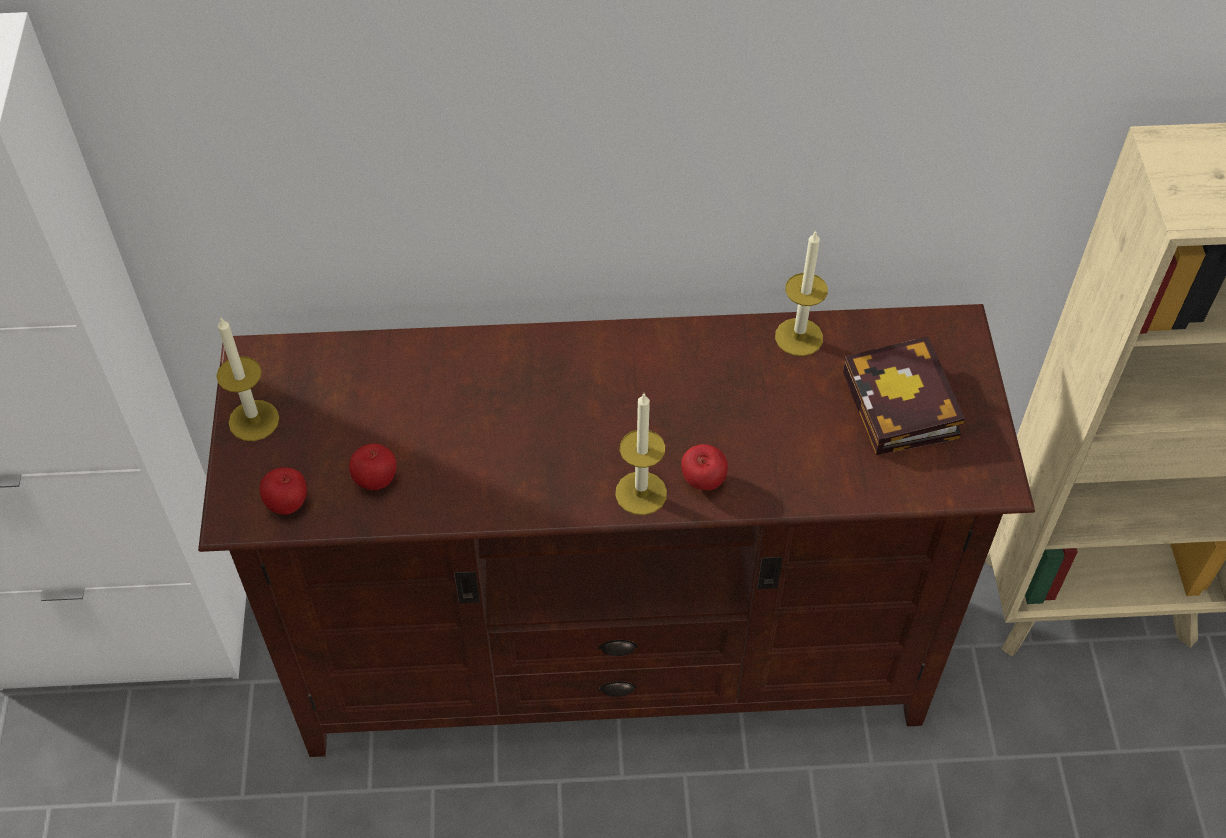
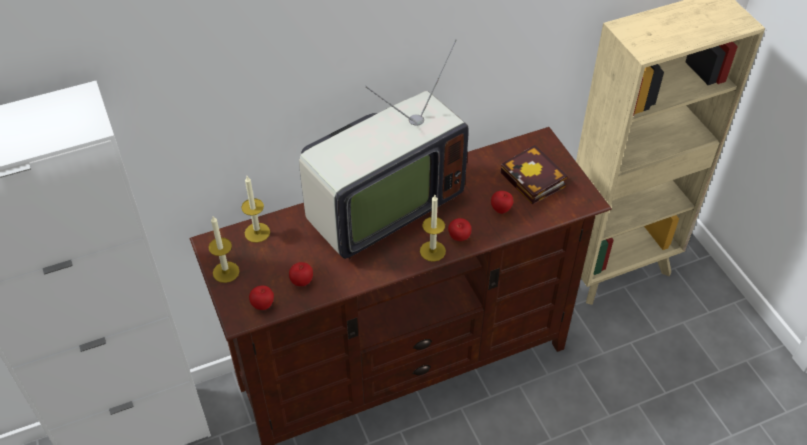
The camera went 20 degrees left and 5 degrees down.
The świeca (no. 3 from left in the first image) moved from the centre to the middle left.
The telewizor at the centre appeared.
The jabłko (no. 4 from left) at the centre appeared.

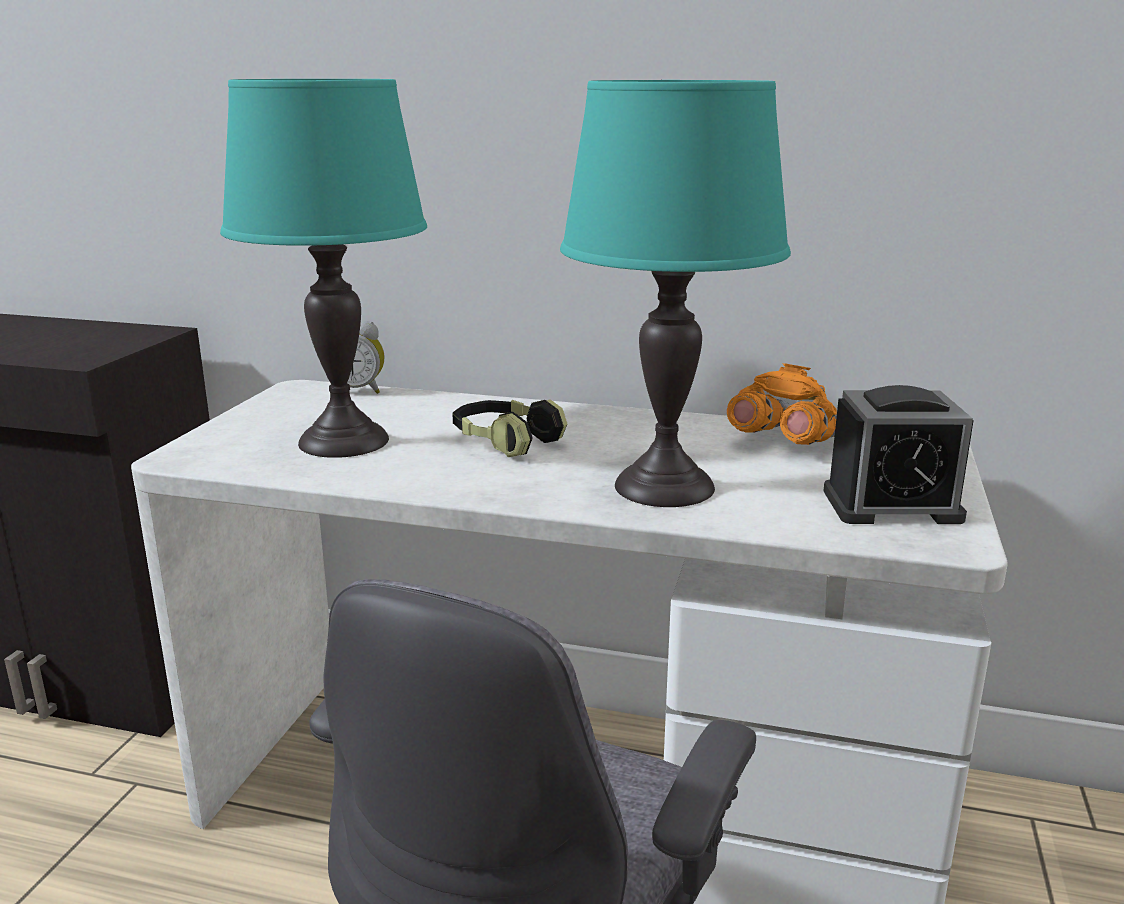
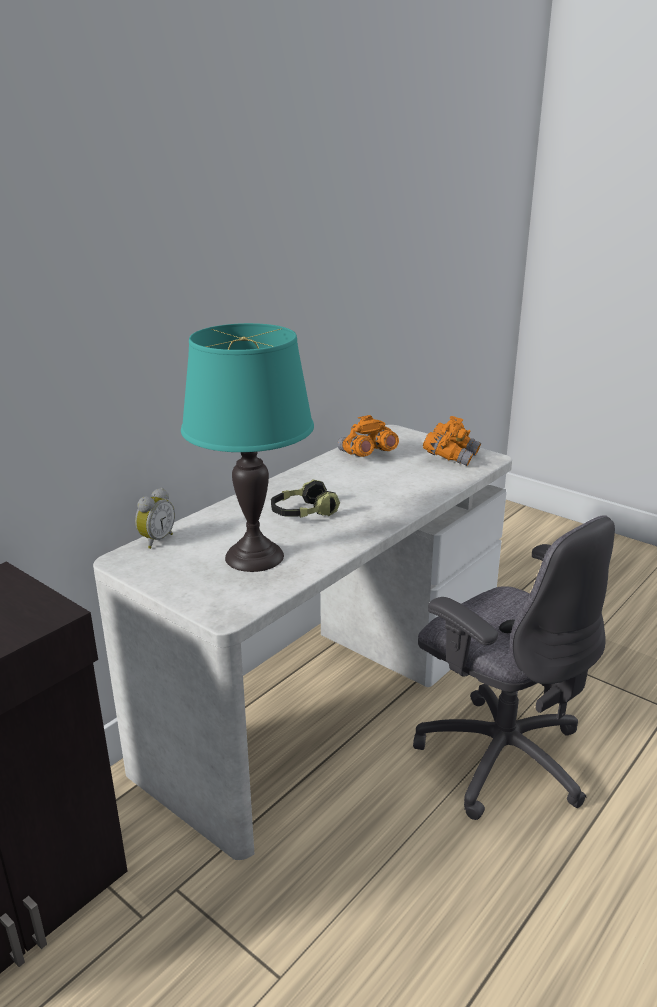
The camera went 65 degrees left and 5 degrees up.
The budzik (no. 2 from left) at the middle right was replaced by the lornetka/pomarańczowy (no. 2 from left) at the middle right.
The lampa stołowa/turkusowy (no. 2 from left) at the top centre disappeared.

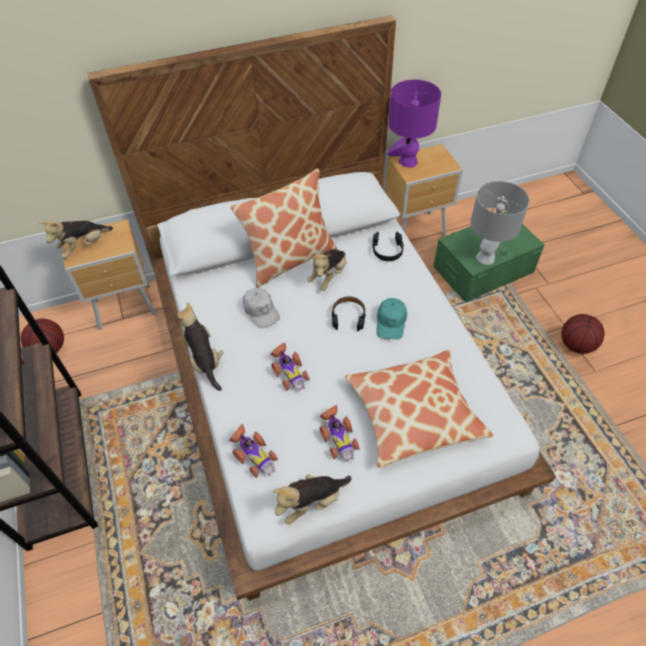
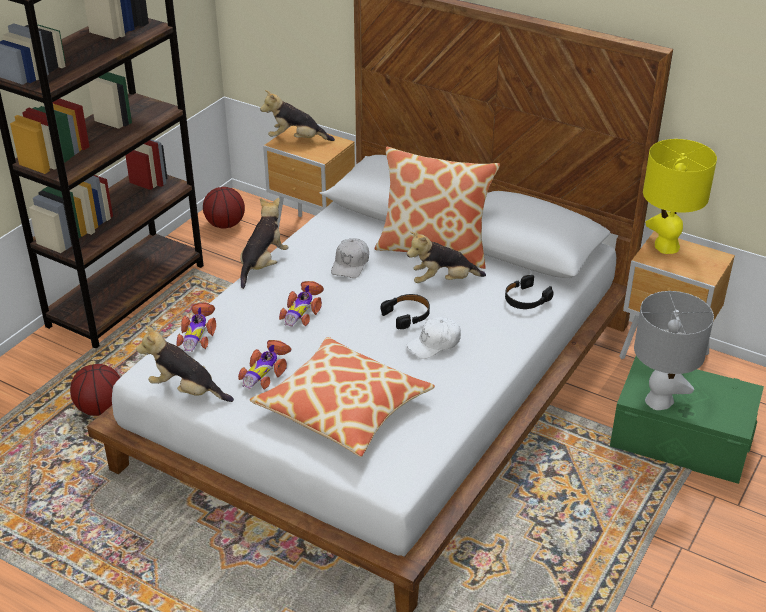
The camera went 50 degrees right and 15 degrees down.
The piłka do koszykówki (no. 2 from left in the first image) moved from the middle right to the middle left.
The czapka z daszkiem/turkusowy at the centre became the czapka z daszkiem/biały (no. 2 from left) at the centre.
The lampa stołowa/fioletowy at the top centre became the lampa stołowa/żółty at the top right.

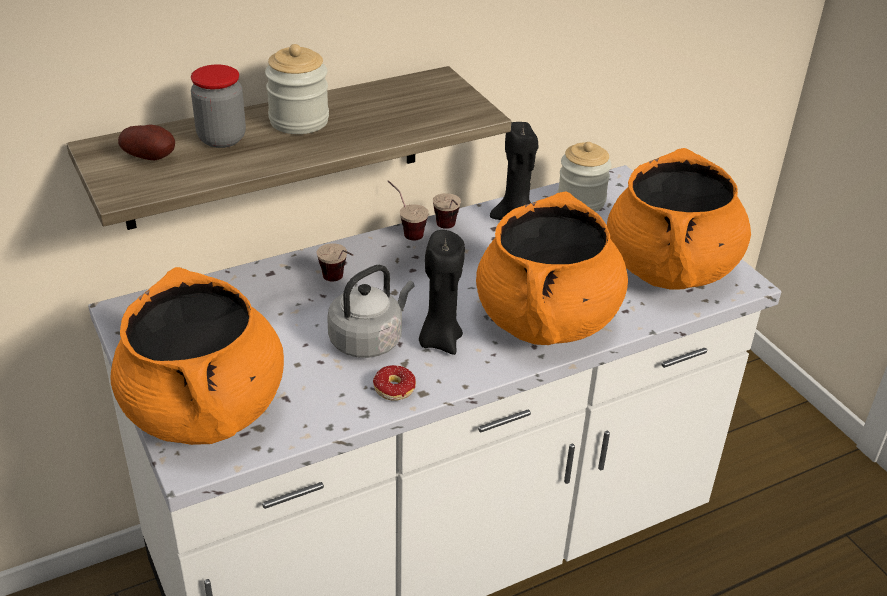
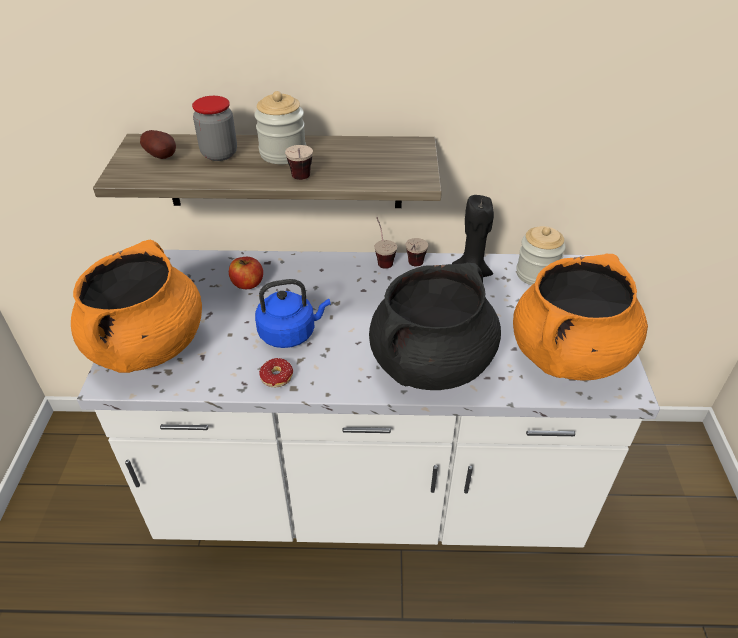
The camera went 30 degrees right and 5 degrees up.
The jabłko at the centre appeared.
The czajnik/szary at the centre became the czajnik/niebieski at the centre.
The filiżanka (no. 1 from left) moved from the centre to the top centre.
The garnek/pomarańczowy (no. 2 from left) at the centre became the garnek/czarny at the centre.
The świeca/czarny (no. 1 from left) at the centre disappeared.

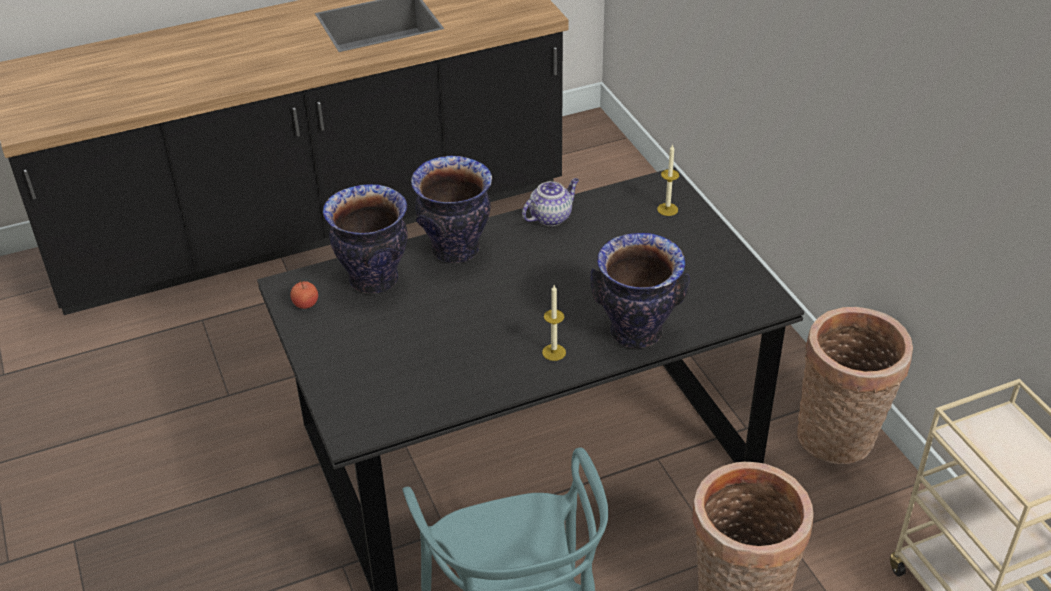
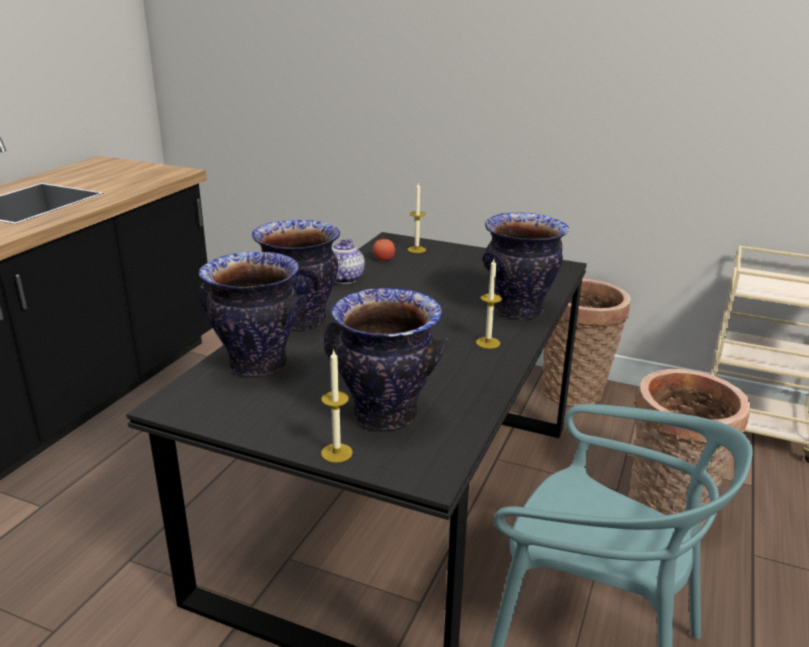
The camera went 45 degrees left and 15 degrees down.
The świeca (no. 1 from left) at the centre appeared.
The wazon (no. 3 from left) at the centre appeared.
The jabłko moved from the middle left to the centre.

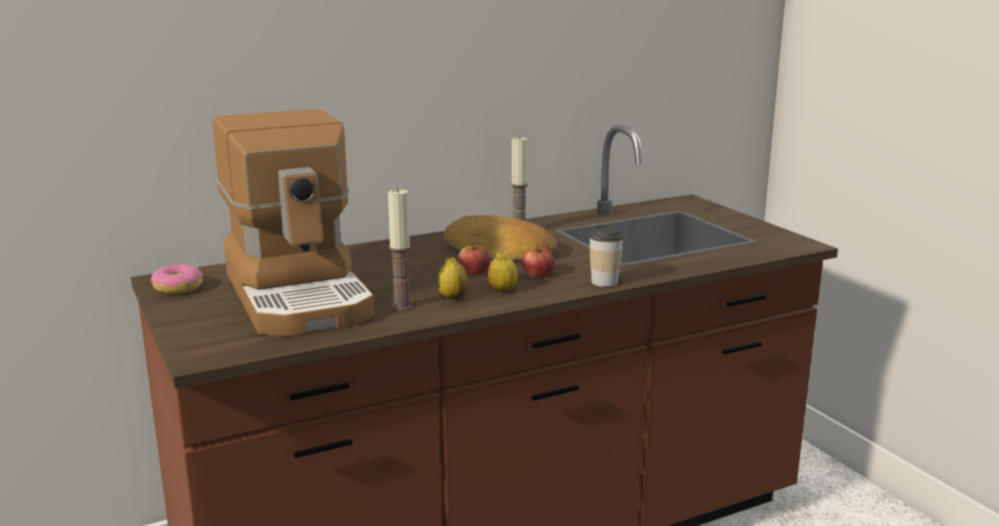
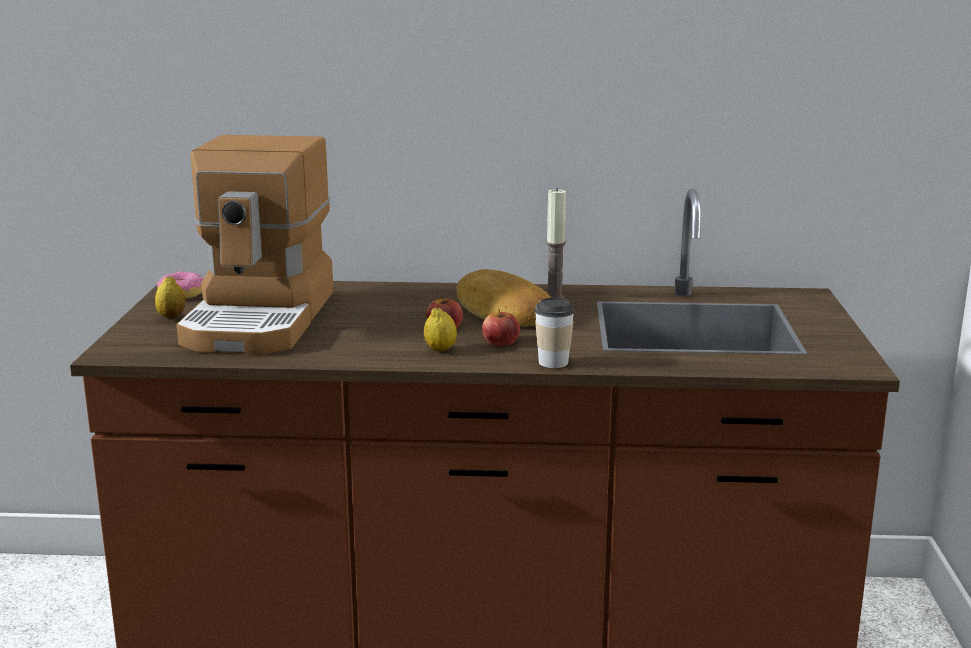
The camera went 30 degrees right and 0 degrees up.
The cytryna (no. 1 from left) moved from the centre to the middle left.
The świeca (no. 1 from left) at the centre disappeared.

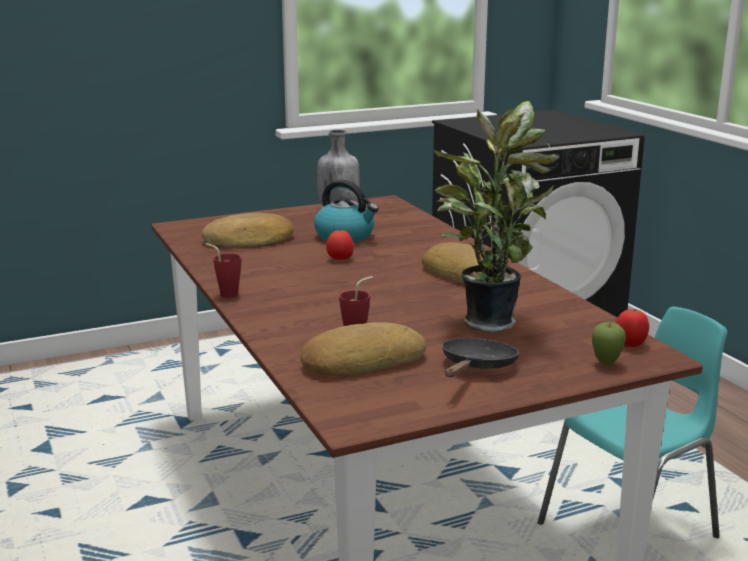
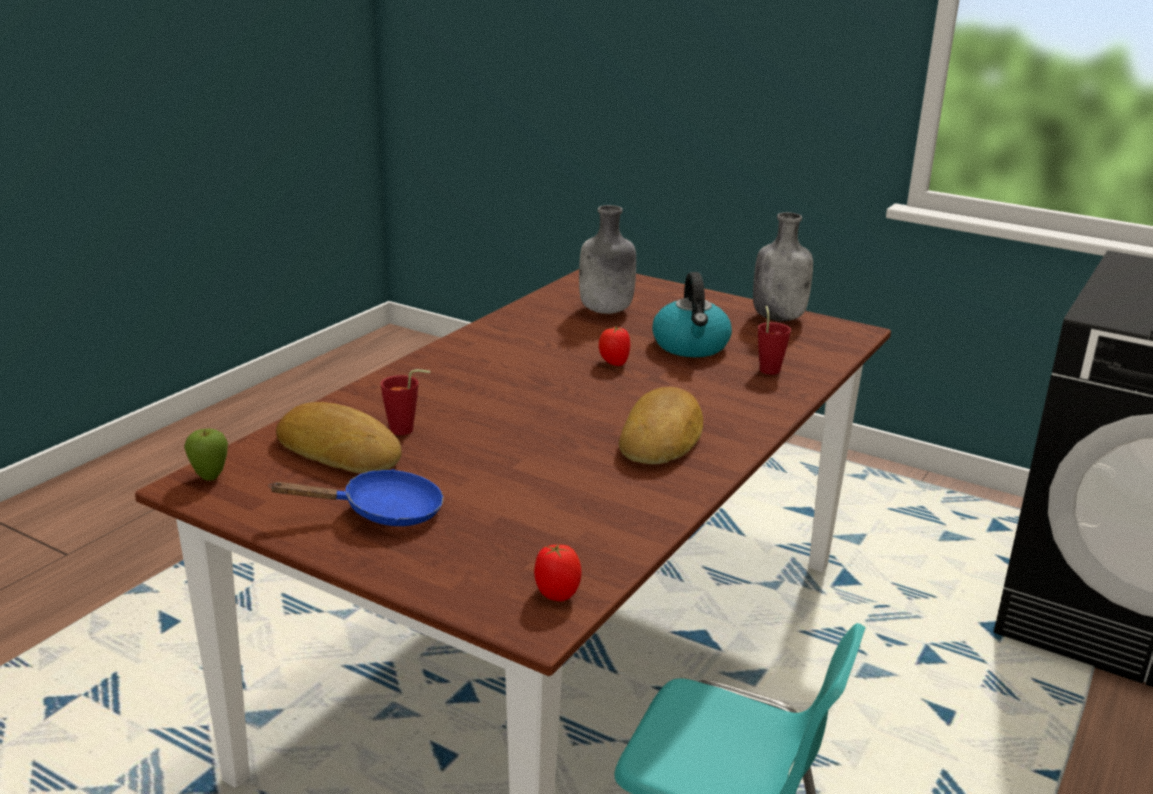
The camera went 55 degrees right and 5 degrees up.
The jabłko moved from the middle right to the middle left.
The patelnia/czarny at the centre became the patelnia/niebieski at the middle left.
The chleb (no. 1 from left) at the middle left was replaced by the butelka/szary (no. 1 from left) at the top centre.
The filiżanka/czerwony (no. 1 from left in the first image) moved from the middle left to the middle right.
The roślina doniczkowa at the centre disappeared.

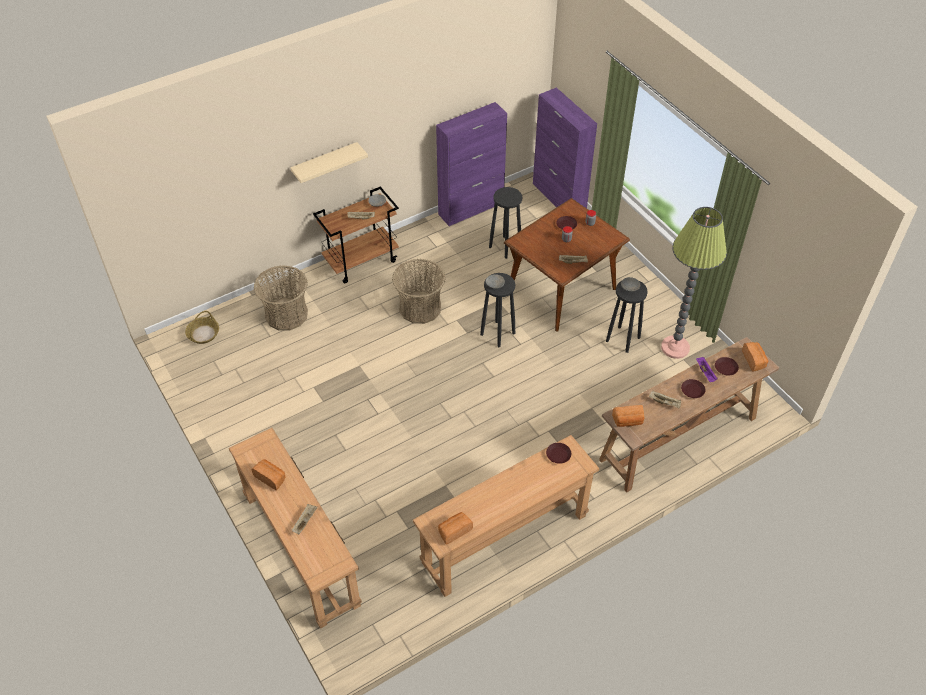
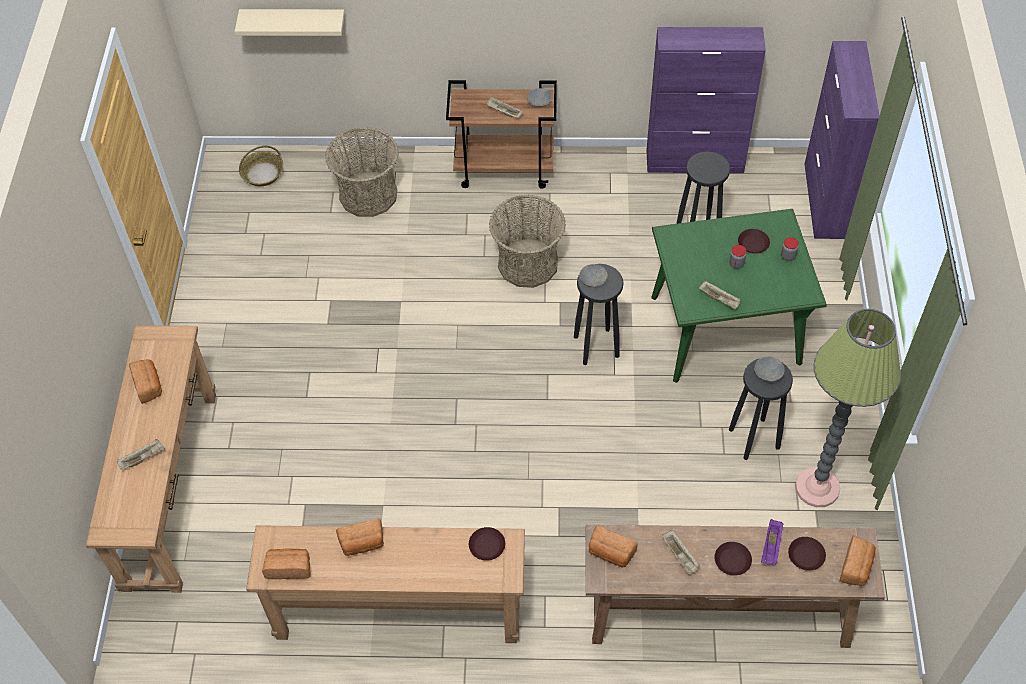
The camera went 35 degrees right and 5 degrees up.
The półka/beżowy moved from the top centre to the top left.
The chleb (no. 3 from left) at the bottom centre appeared.
The stół jadalny/brązowy at the centre became the stół jadalny/zielony at the middle right.

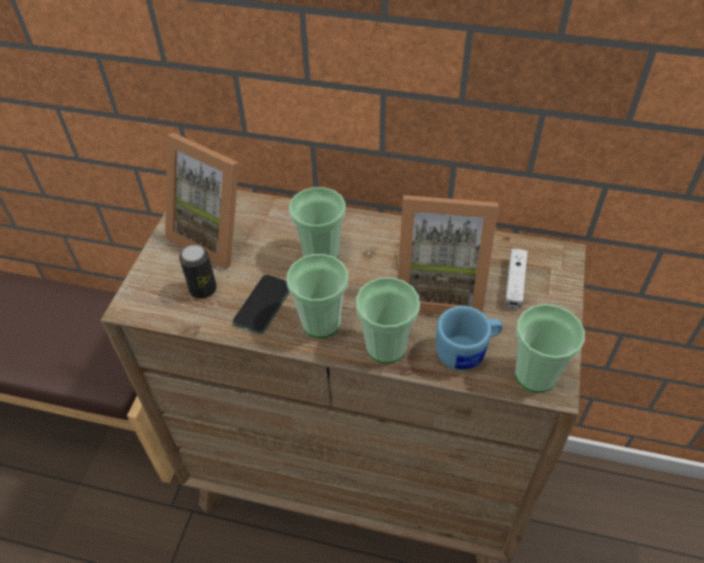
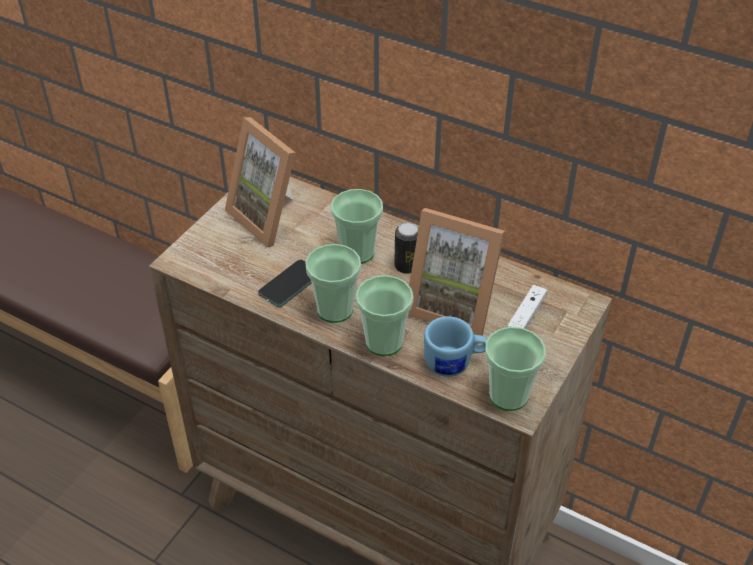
The camera went 15 degrees right and 5 degrees down.
The puszka moved from the middle left to the centre.

